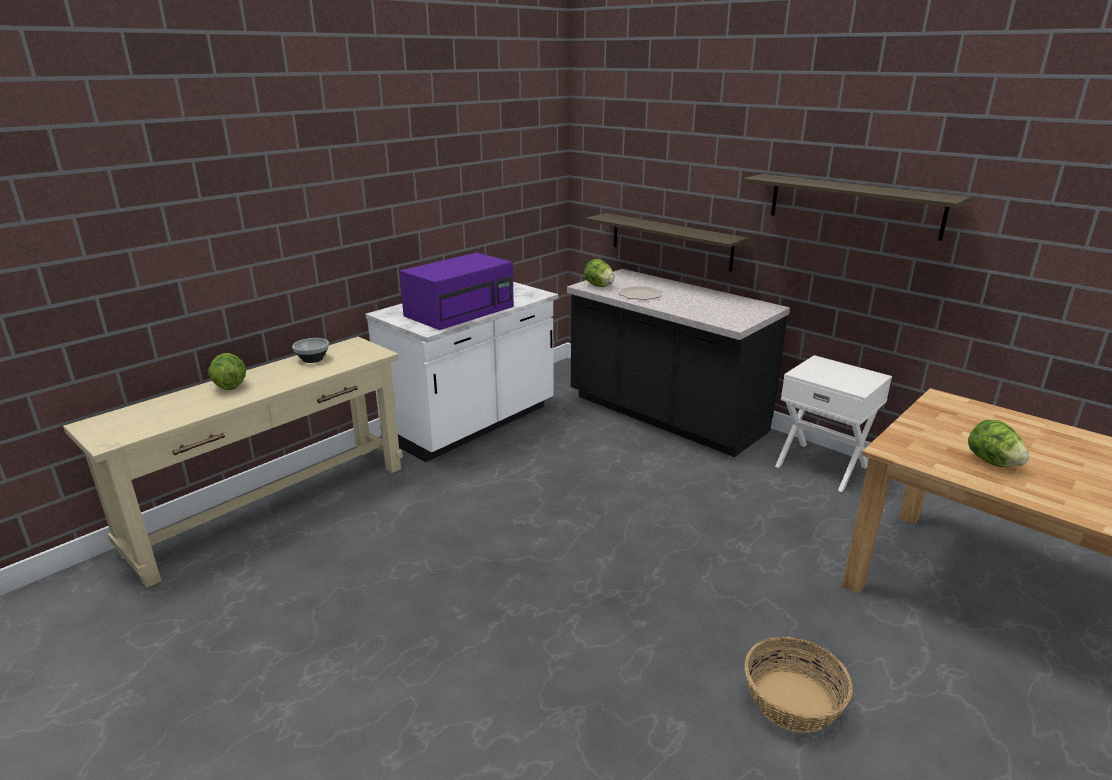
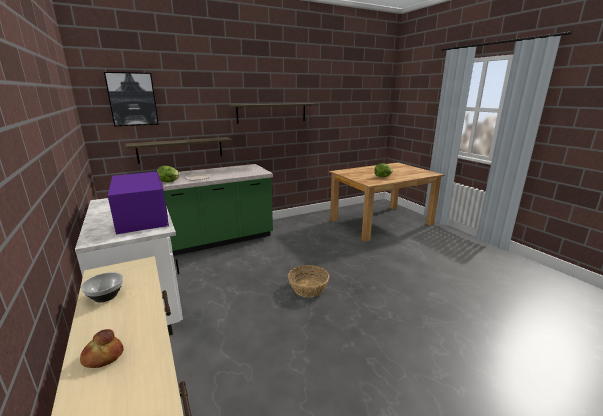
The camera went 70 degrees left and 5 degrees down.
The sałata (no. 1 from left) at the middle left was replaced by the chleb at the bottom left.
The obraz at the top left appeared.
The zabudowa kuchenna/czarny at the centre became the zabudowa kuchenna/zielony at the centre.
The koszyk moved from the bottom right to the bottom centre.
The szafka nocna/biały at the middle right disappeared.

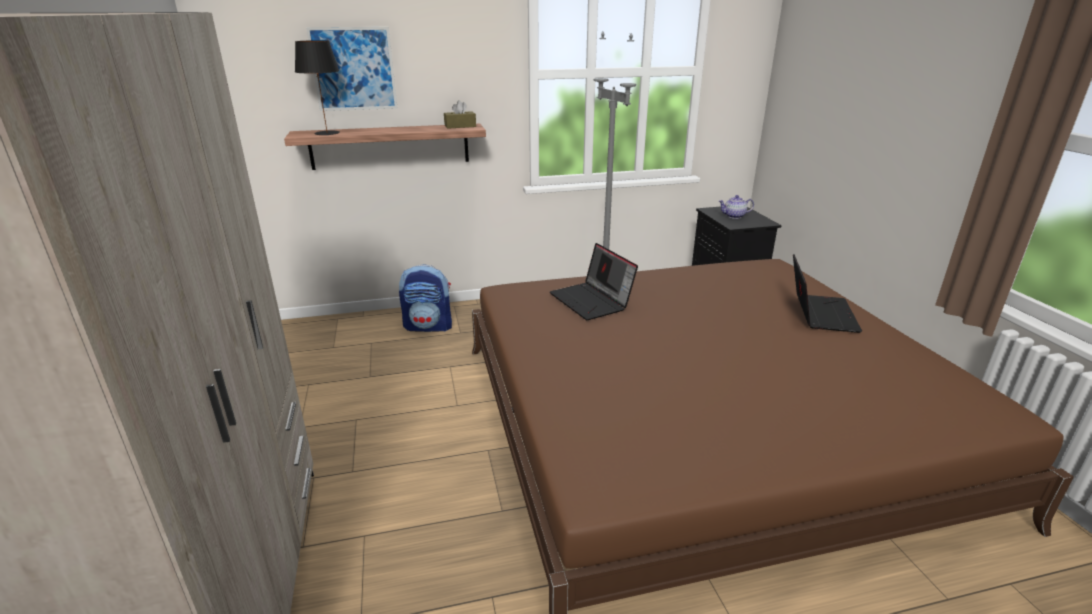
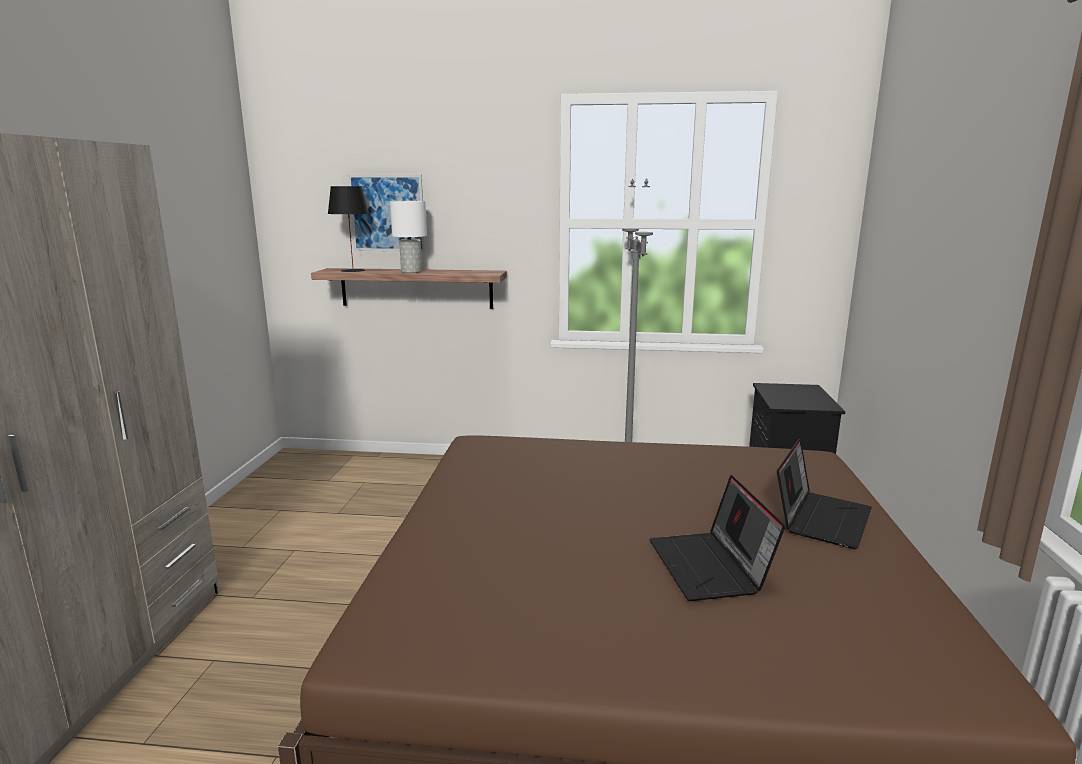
The camera went 20 degrees right and 10 degrees down.
The lampa stołowa/biały at the top centre appeared.
The laptop (no. 1 from left) moved from the centre to the bottom centre.
The plecak at the centre disappeared.
The pudełko chusteczek/brązowy at the top centre disappeared.
The imbryk at the middle right disappeared.

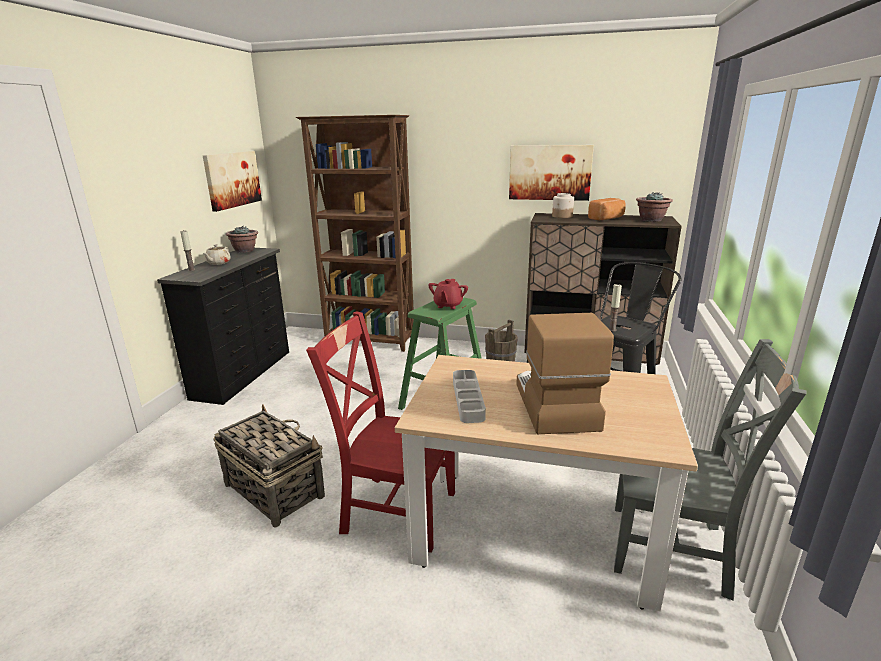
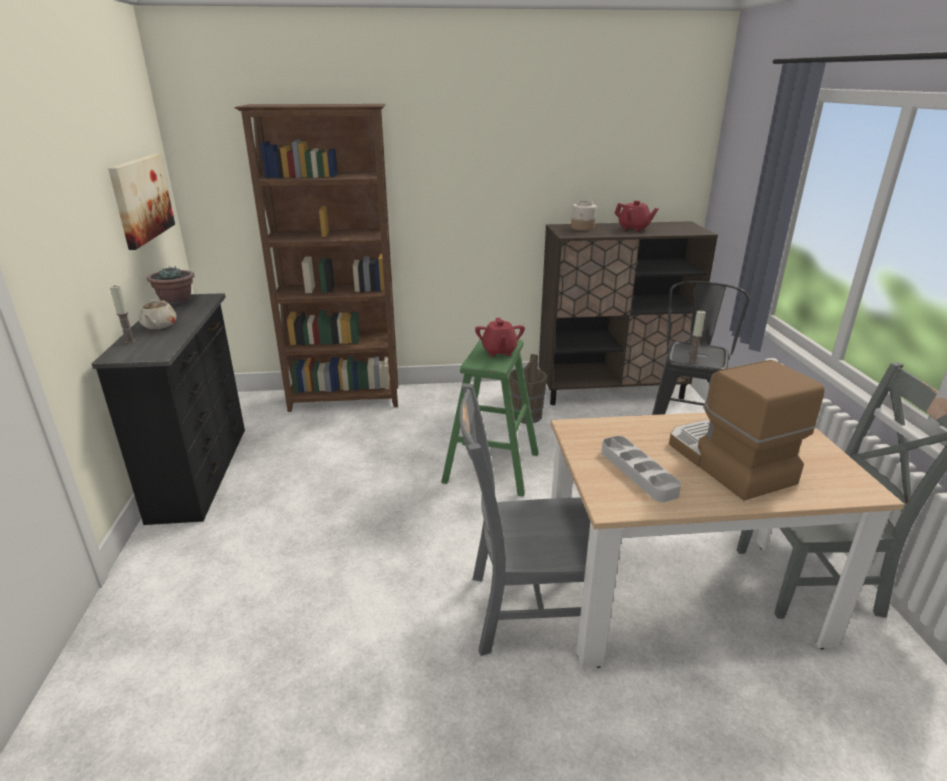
The camera went 20 degrees left and 5 degrees up.
The krzesło/czerwony at the centre became the krzesło/szary (no. 1 from left) at the centre.
The chleb at the top right was replaced by the imbryk/czerwony (no. 2 from left) at the top right.
The koszyk at the bottom left disappeared.
The obraz (no. 2 from left) at the top centre disappeared.
The roślina doniczkowa (no. 2 from left) at the top right disappeared.

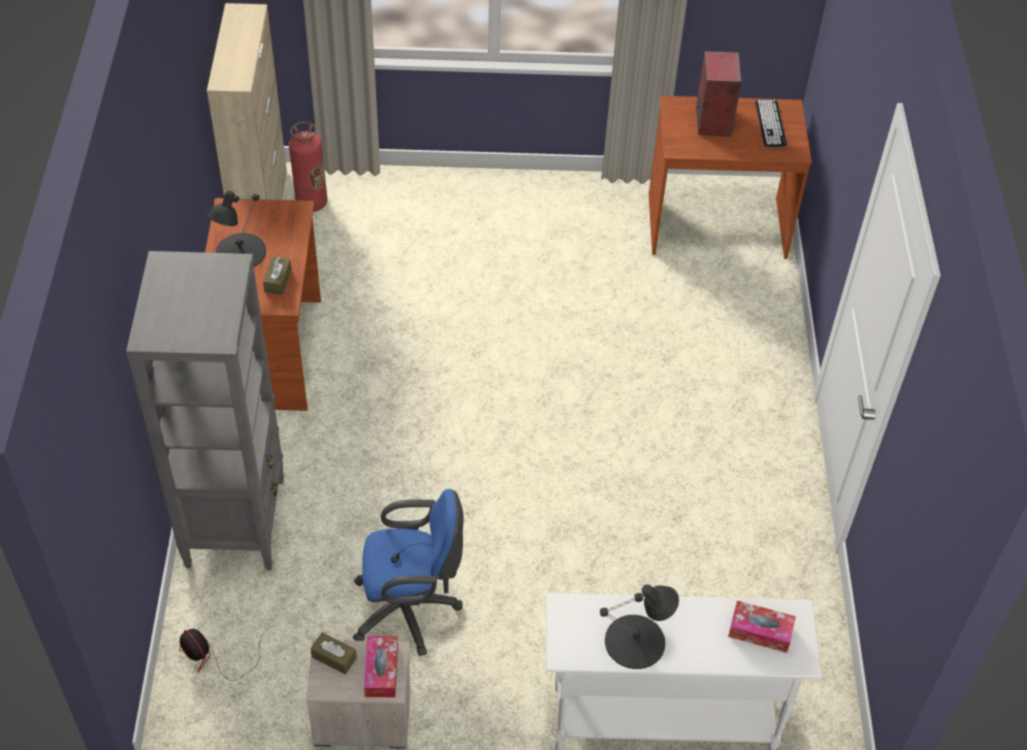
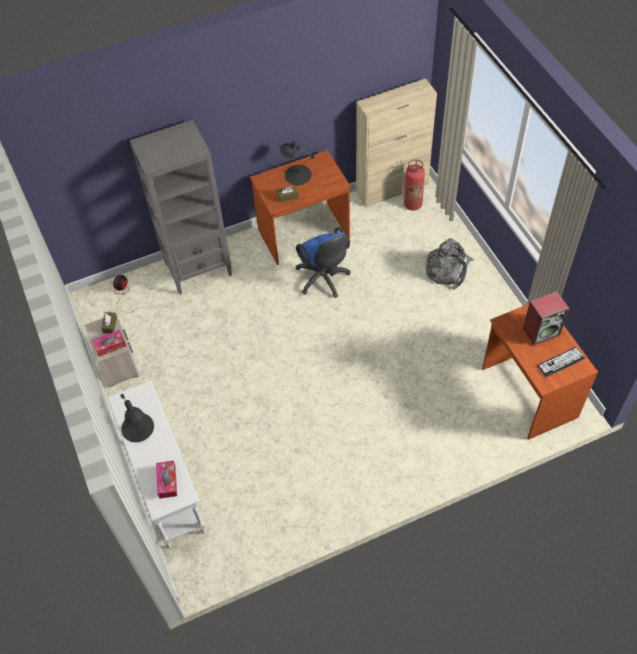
The camera went 70 degrees right and 5 degrees up.
The krzesło biurowe/niebieski moved from the bottom centre to the centre.
The plecak/szary at the middle right appeared.

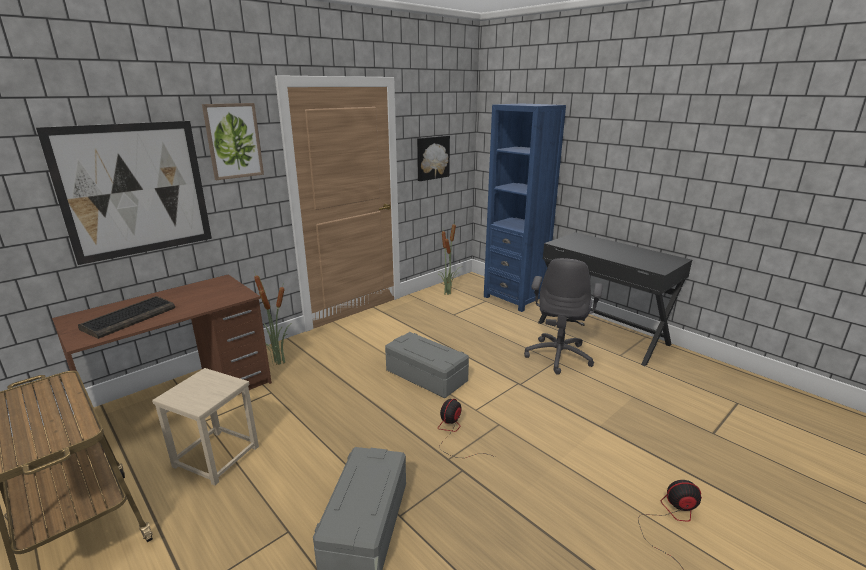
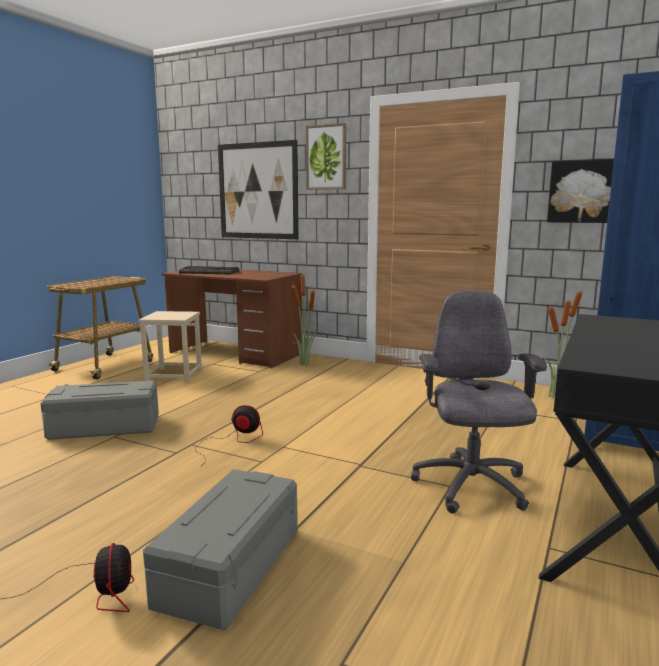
The camera went 70 degrees right and 10 degrees down.
The pojemnik do przechowywania/szary (no. 2 from left) moved from the centre to the bottom centre.
The krzesło biurowe/szary at the centre turned 90 degrees clockwise.

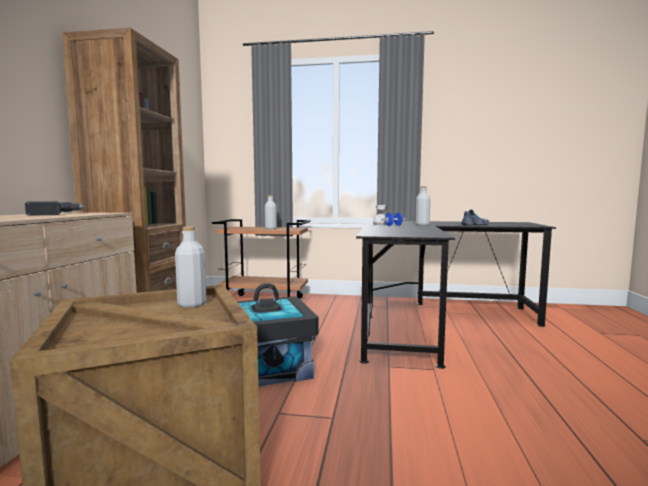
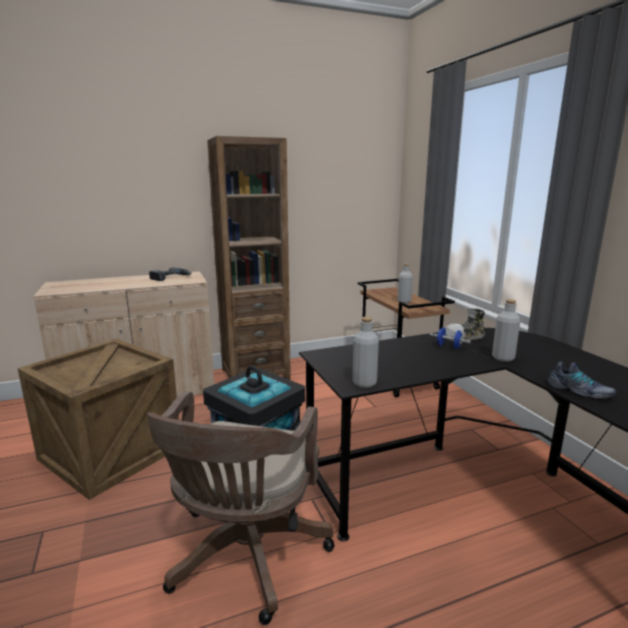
The camera went 60 degrees right and 10 degrees up.
The krzesło biurowe/brązowy at the bottom centre appeared.
The butelka/szary (no. 1 from left) moved from the middle left to the centre.

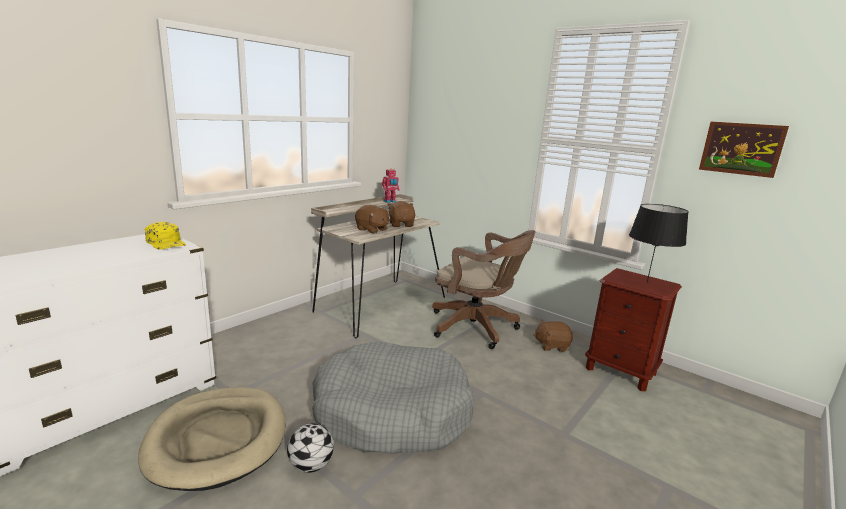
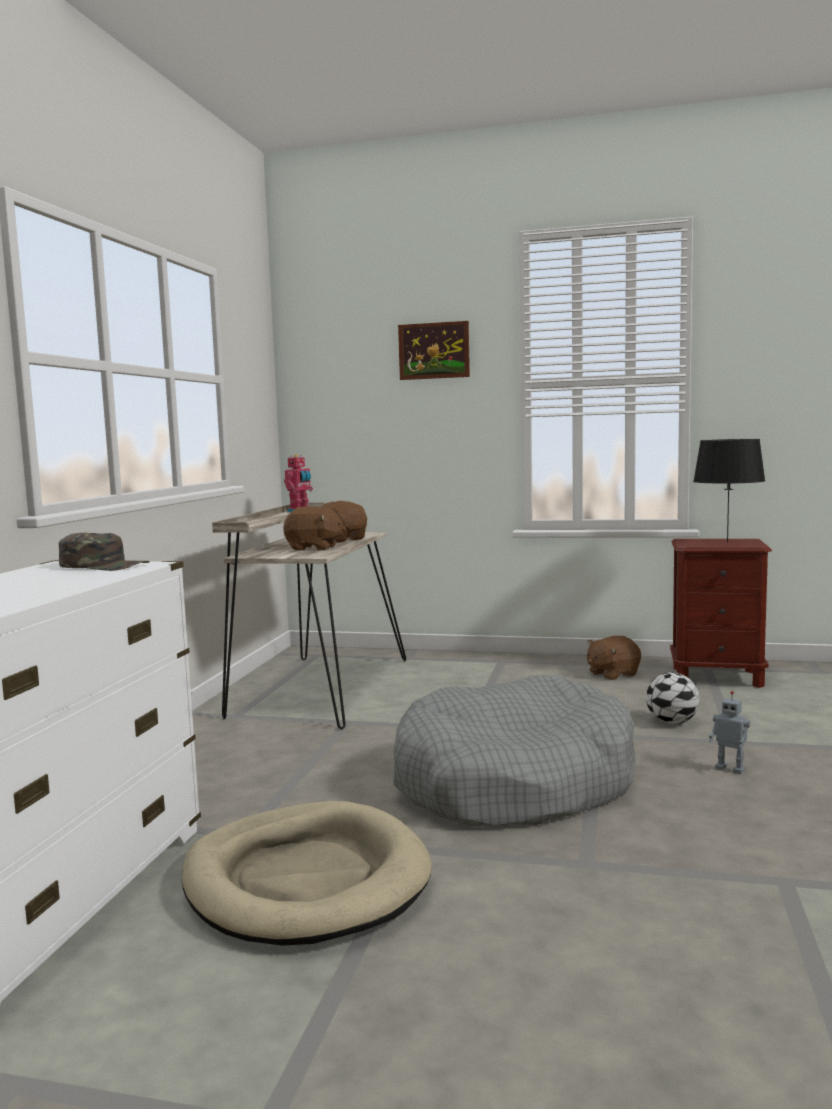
The camera went 25 degrees left and 10 degrees down.
The czapka z daszkiem/żółty at the middle left became the czapka z daszkiem/zielony at the middle left.
The obraz moved from the top right to the top centre.
The piłka futbolowa moved from the bottom centre to the middle right.
The robot zabawkowy (no. 2 from left) at the middle right appeared.
The krzesło biurowe/brązowy at the centre disappeared.

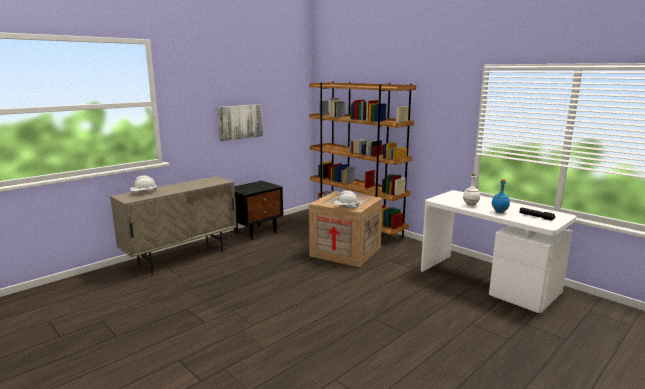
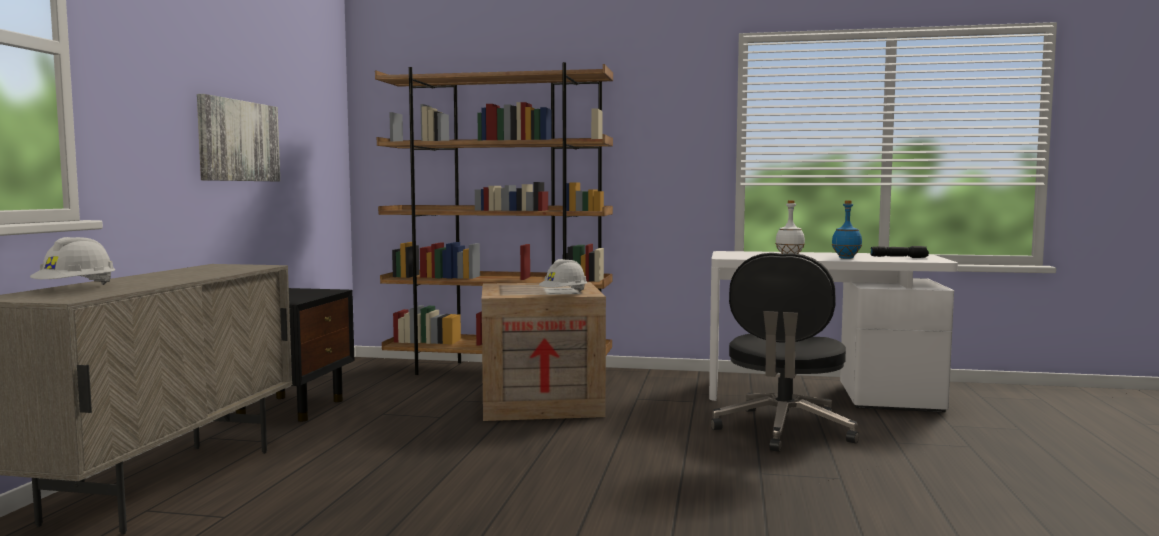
The camera went 35 degrees left and 10 degrees down.
The krzesło biurowe/czarny at the middle right appeared.

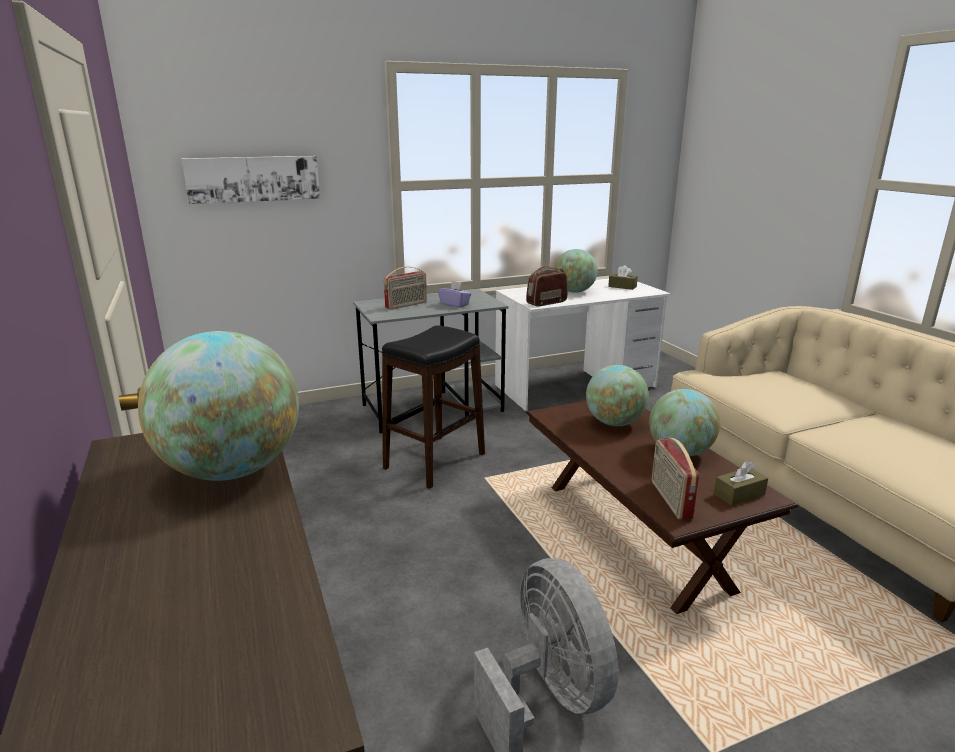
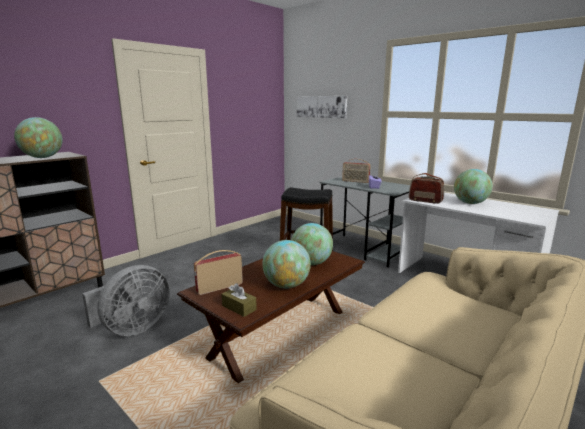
The camera went 65 degrees right and 5 degrees down.
The pudełko chusteczek/brązowy (no. 1 from left) at the centre disappeared.

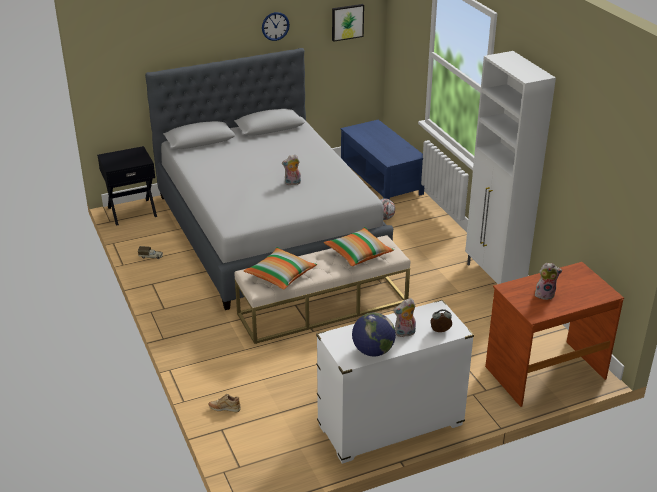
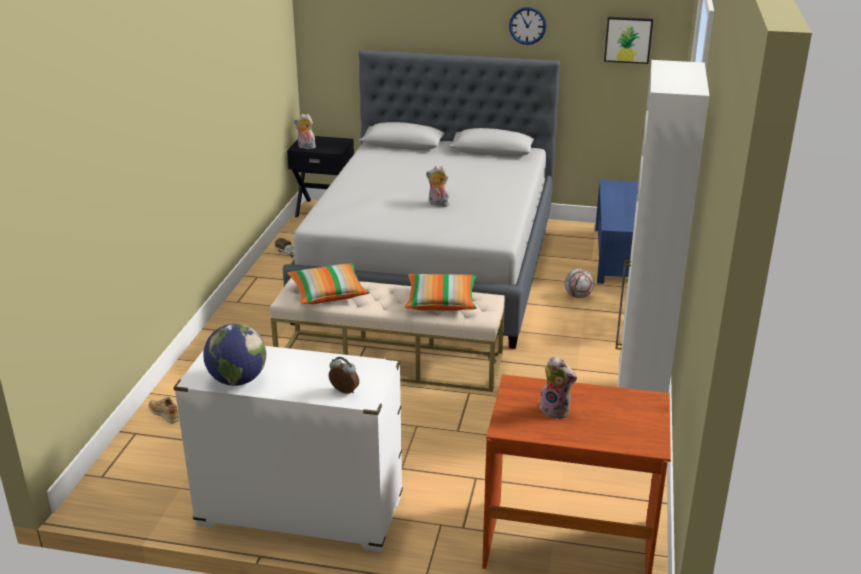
The camera went 35 degrees right and 5 degrees down.
The pluszak (no. 2 from left in the first image) moved from the centre to the top centre.

